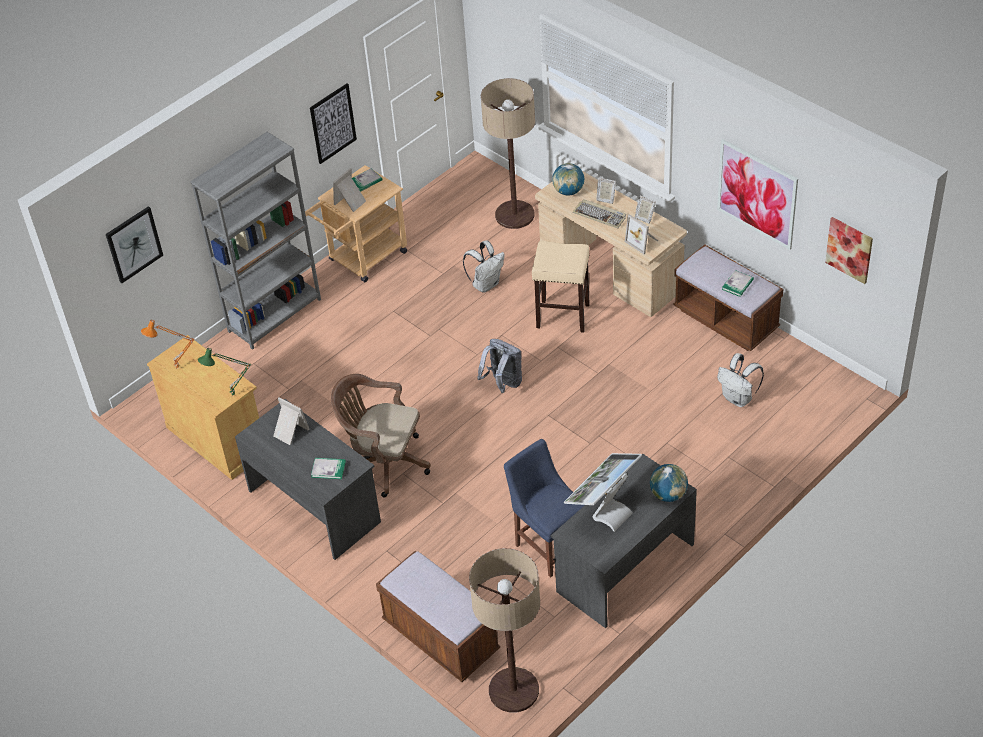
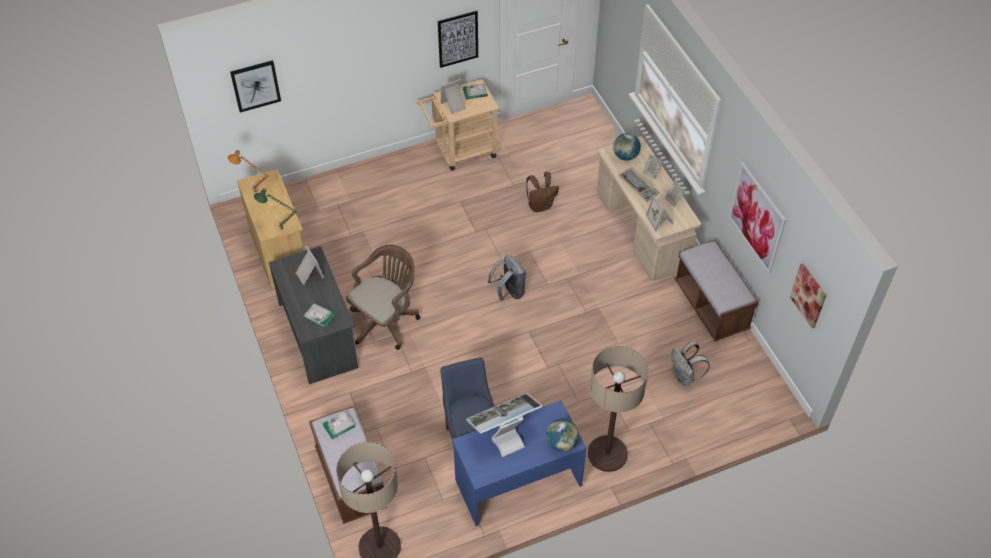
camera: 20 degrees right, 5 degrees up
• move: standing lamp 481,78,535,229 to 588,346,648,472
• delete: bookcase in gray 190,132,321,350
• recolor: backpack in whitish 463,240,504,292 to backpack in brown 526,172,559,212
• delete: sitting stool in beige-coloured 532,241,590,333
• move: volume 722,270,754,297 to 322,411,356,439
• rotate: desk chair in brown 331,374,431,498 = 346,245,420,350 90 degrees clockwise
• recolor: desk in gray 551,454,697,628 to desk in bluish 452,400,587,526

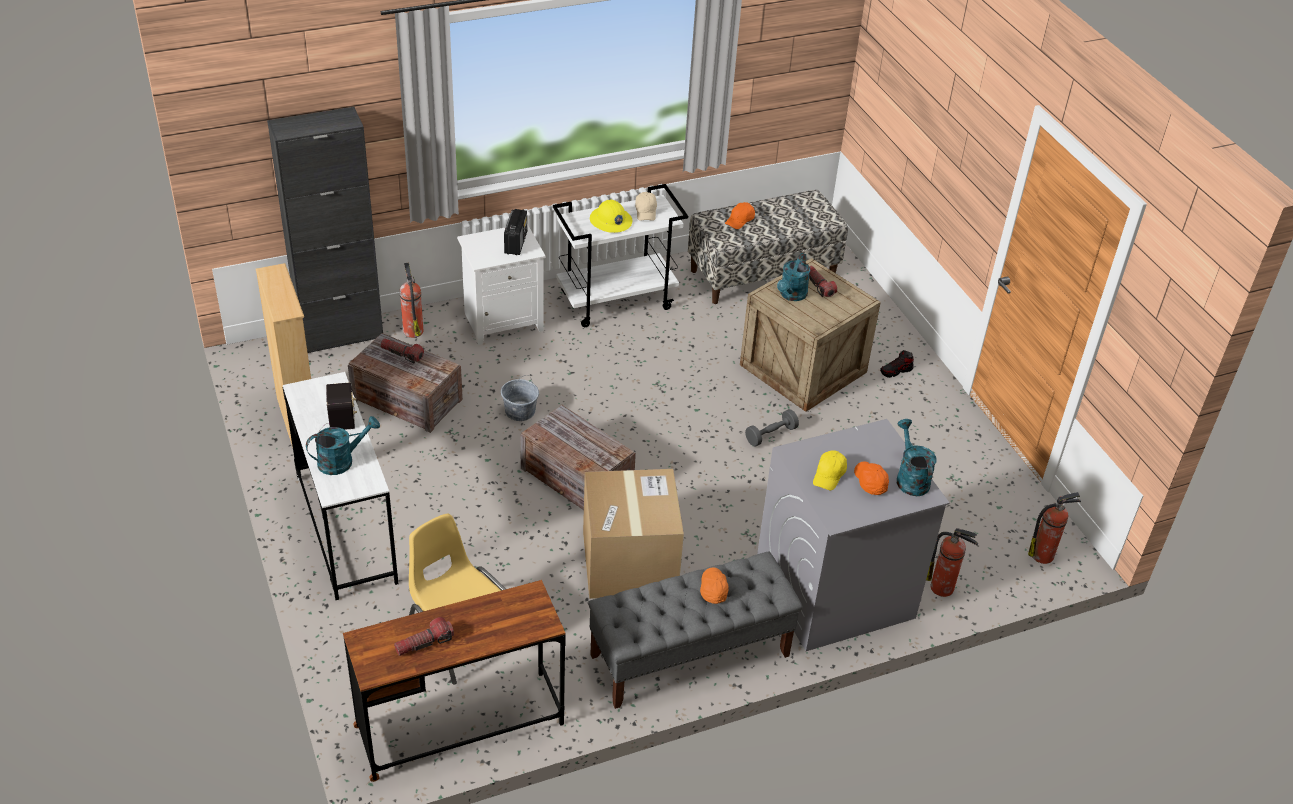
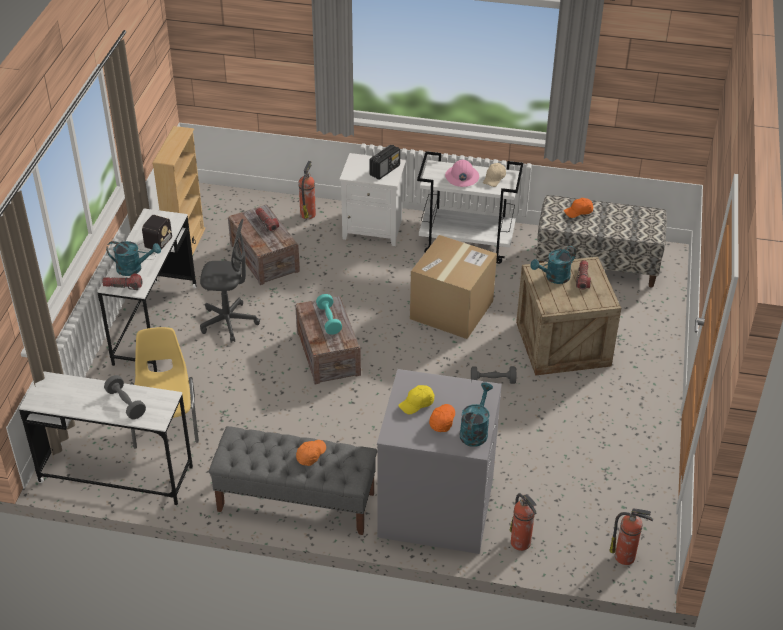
camera: 35 degrees right, 0 degrees up
• delete: cupboard in black-coloured 267,107,383,353
• recolor: hard hat in yellowish 590,200,633,233 to hard hat in pink-coloured 445,160,479,187
• delete: low shoe 880,350,914,378
• delete: bucket in gray 501,375,539,421
• move: carton 583,469,684,599 to 410,235,497,339
• recolor: desk in brown 343,580,566,782 to desk in whitish 19,371,193,505
• move: flashlight 394,617,454,656 to 102,273,142,290
• insert: desk chair in gray 200,219,260,343
• insert: free weight in turquoise-coloured 316,294,342,335
• insert: free weight in gray 104,375,146,419

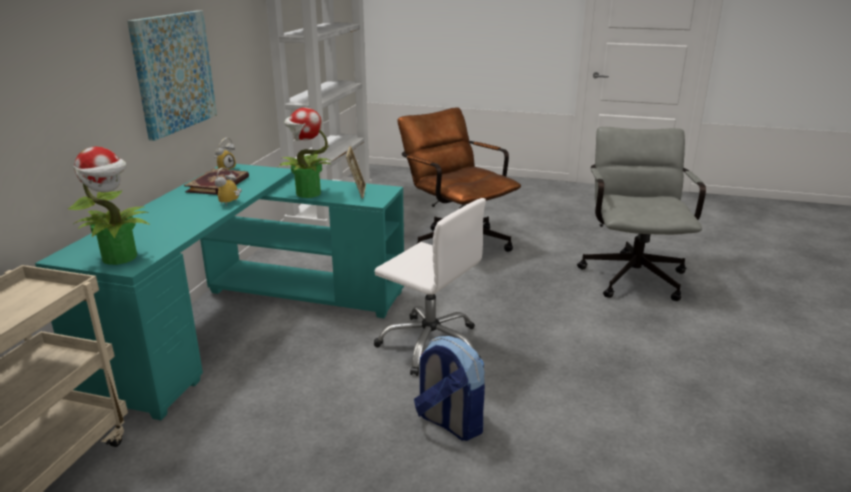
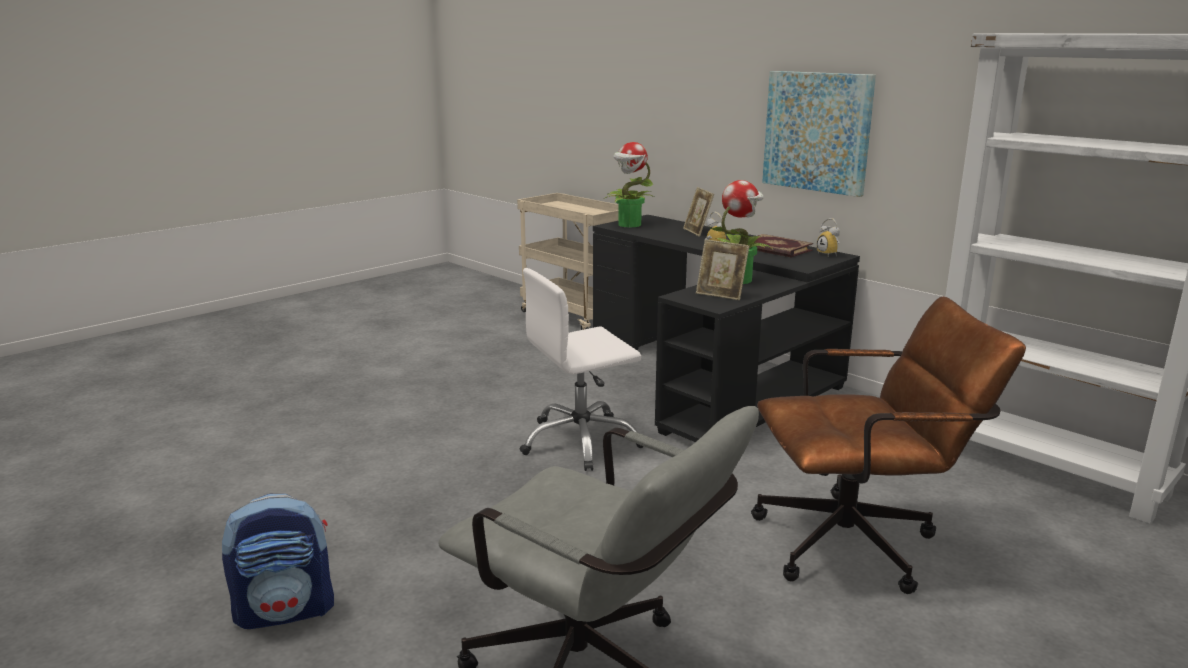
camera: 120 degrees right, 5 degrees down
• recolor: desk in turquoise-coloured 35,164,404,420 to desk in black-coloured 593,215,860,442
• move: backpack 414,336,485,441 to 222,494,334,629
• insert: picture frame 683,187,714,237

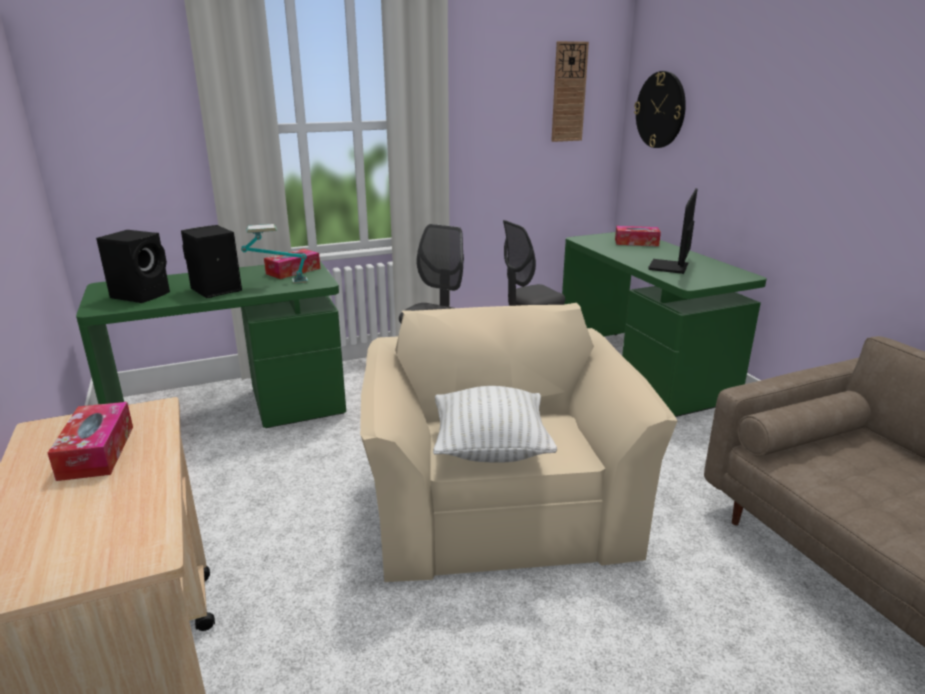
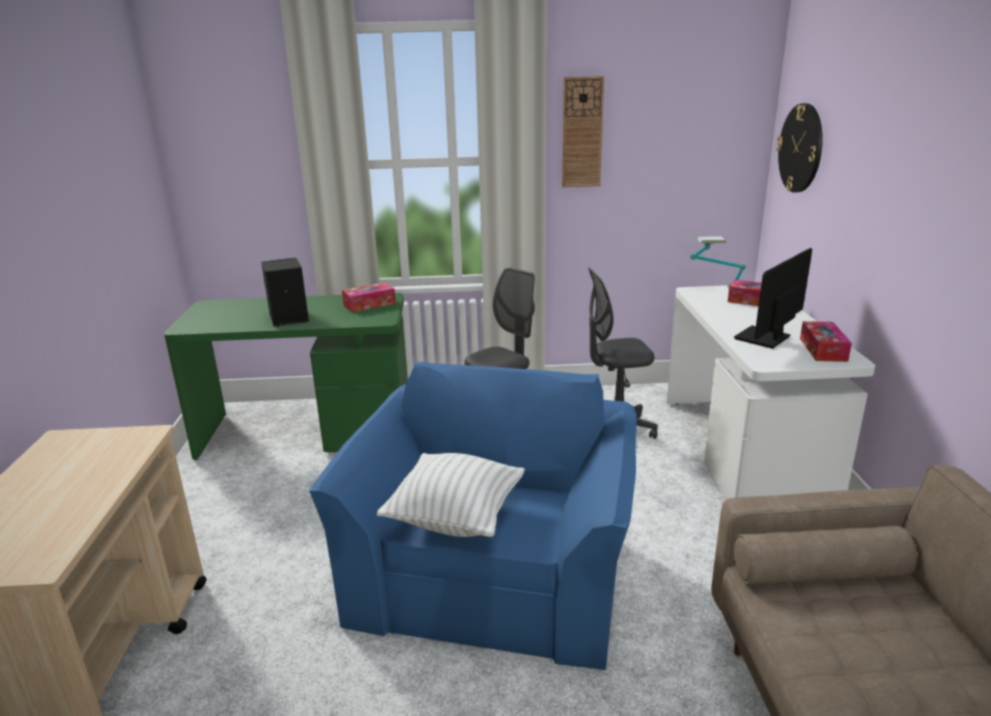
camera: 20 degrees right, 0 degrees up
• move: clock on the wall 551,41,589,142 to 562,76,604,187
• move: tabletop lamp 241,224,308,284 to 690,236,746,288
• delete: audio speaker in black-coloured 96,230,170,303
• recolor: desk in green 562,232,767,417 to desk in whitish 667,285,875,500
• recolor: lounge chair in beige-coloured 360,303,677,582 to lounge chair in bluish 309,362,637,670
• move: tissue holder 48,402,133,481 to 800,321,852,362

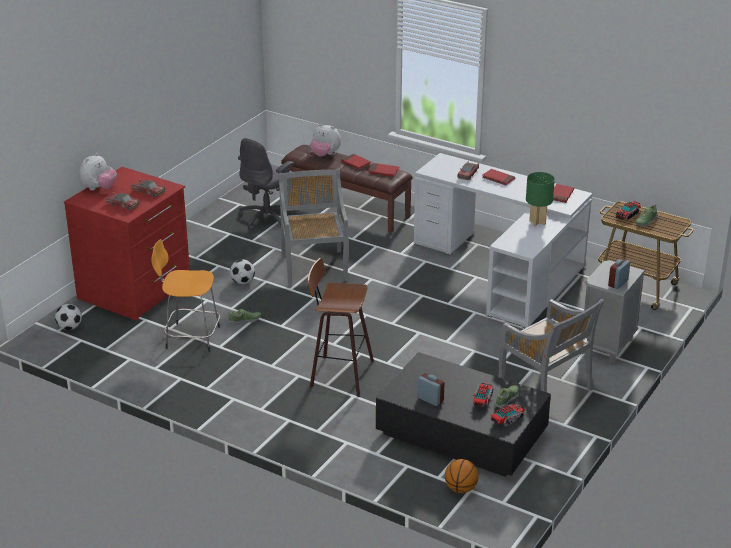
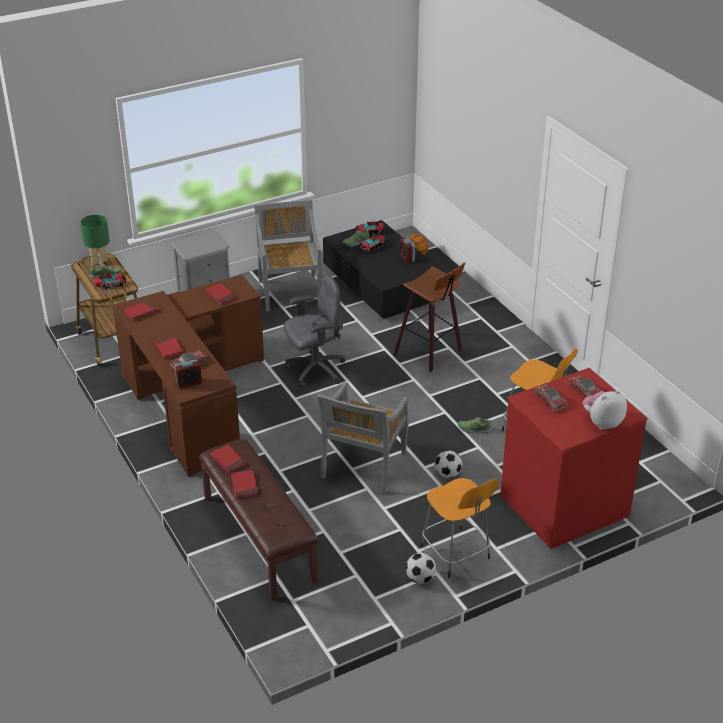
camera: 150 degrees left, 5 degrees up
• delete: cuddly toy 310,124,341,157
• move: desk chair in gray 238,138,295,231 to 284,276,345,388
• recolor: desk in whitish 414,153,592,328 to desk in brown 112,275,264,477
• move: tabletop lamp in green 526,172,555,227 to 81,215,110,265
• move: table clock 608,258,630,289 to 175,359,202,388
• move: football ball 55,304,82,330 to 406,553,436,584
• insert: volume in red 205,284,237,305
• insert: sitting stool in orangey 420,478,499,578

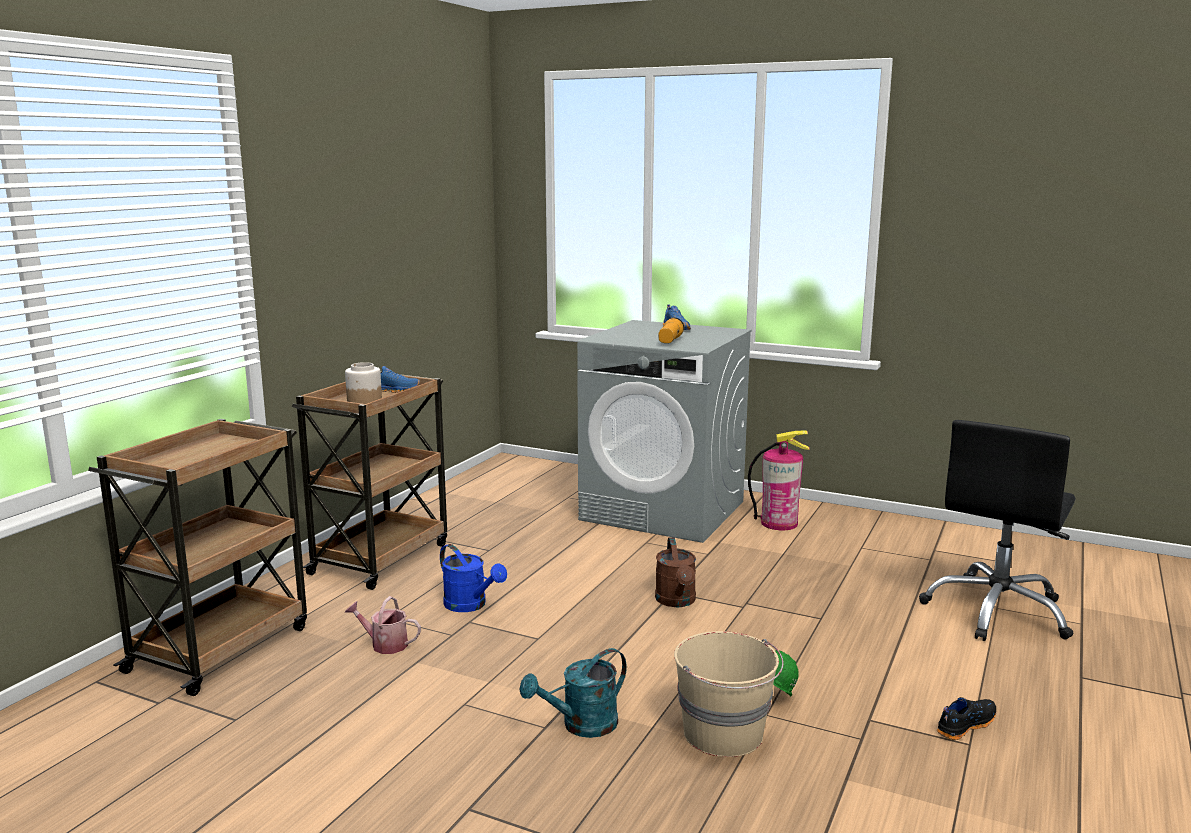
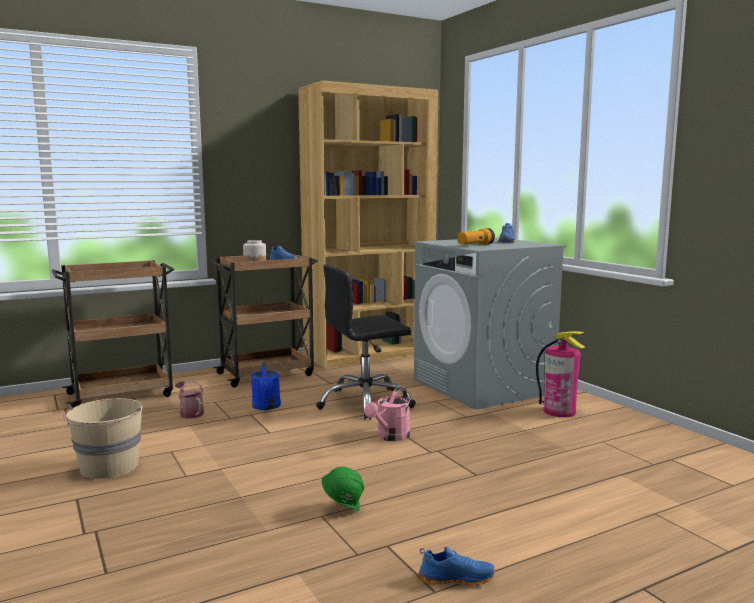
camera: 35 degrees right, 5 degrees down
• move: desk chair in black-coloured 919,420,1076,641 to 316,265,416,420
• recolor: watering can in brown 655,537,696,607 to watering can in pink-coloured 364,387,411,441
• move: bucket in beige-coloured 674,631,784,757 to 63,398,143,479
• delete: watering can in turquoise-coloured 519,648,627,738
• recolor: low shoe in black-coloured 937,697,996,740 to low shoe in bluish 418,547,495,587
• insert: bookcase in brown 298,80,438,368

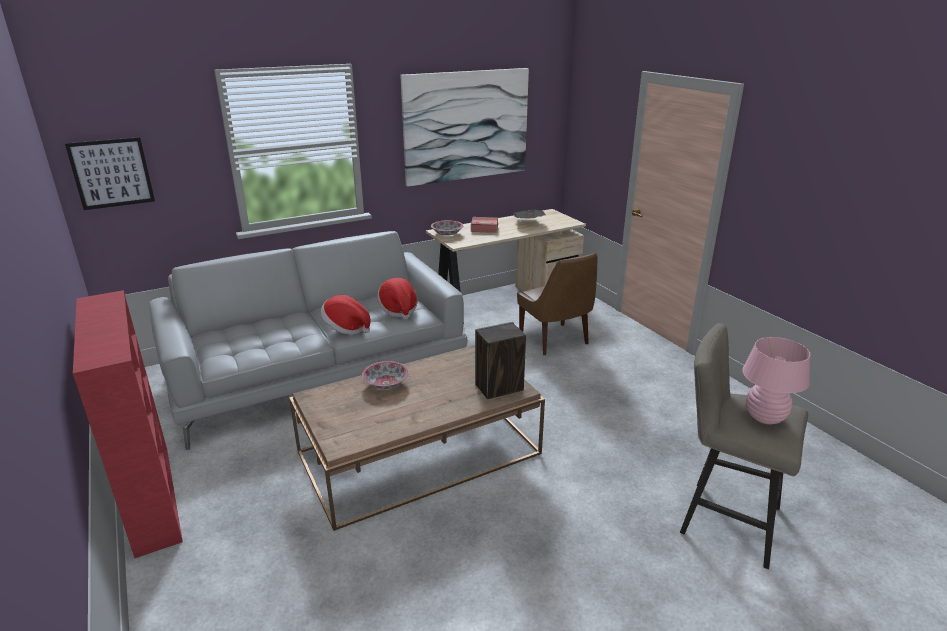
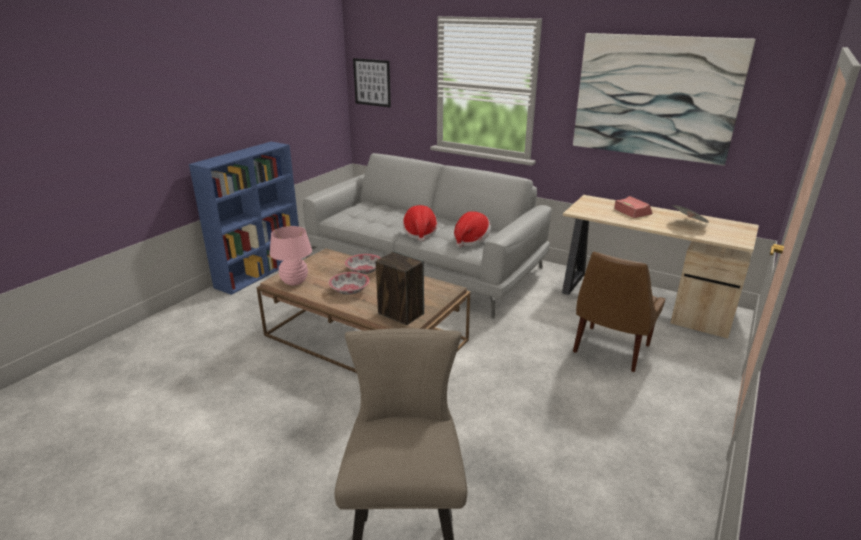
camera: 60 degrees right, 0 degrees up
• move: deep dish 431,220,463,235 to 329,272,370,295
• recolor: bookcase in red 73,290,183,558 to bookcase in bluish 189,142,299,295
• move: tabletop lamp in pink-coloured 742,337,810,424 to 269,226,312,286

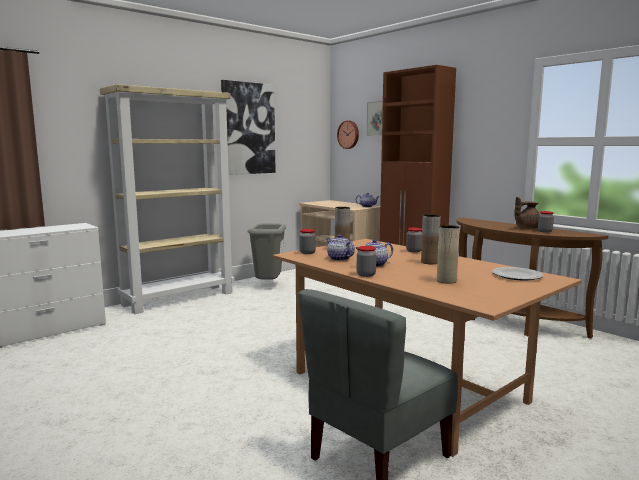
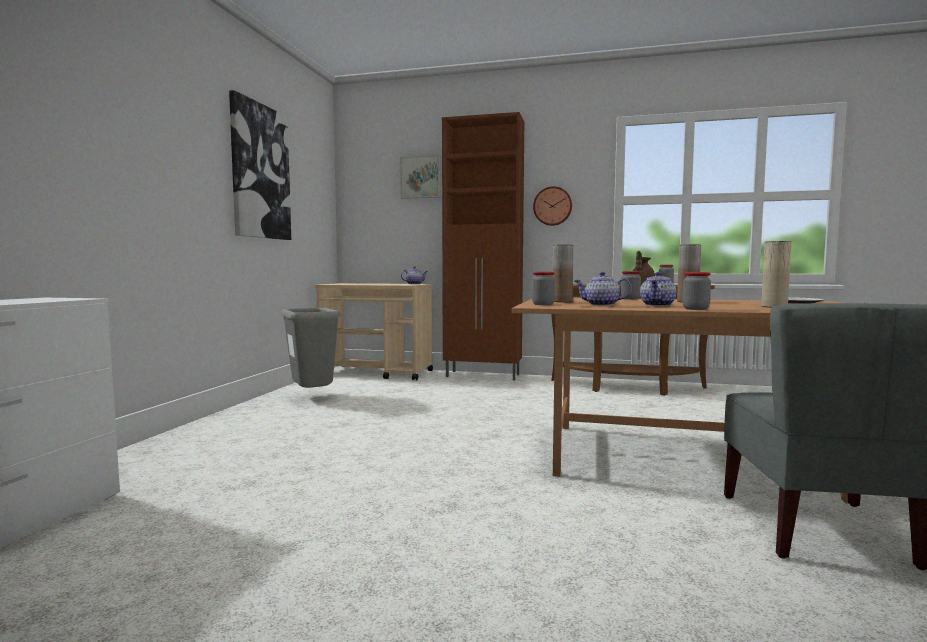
camera: 35 degrees left, 5 degrees down
• delete: bookcase in beige-coloured 100,84,235,314
• move: clock on the wall 337,120,359,149 to 533,186,572,226

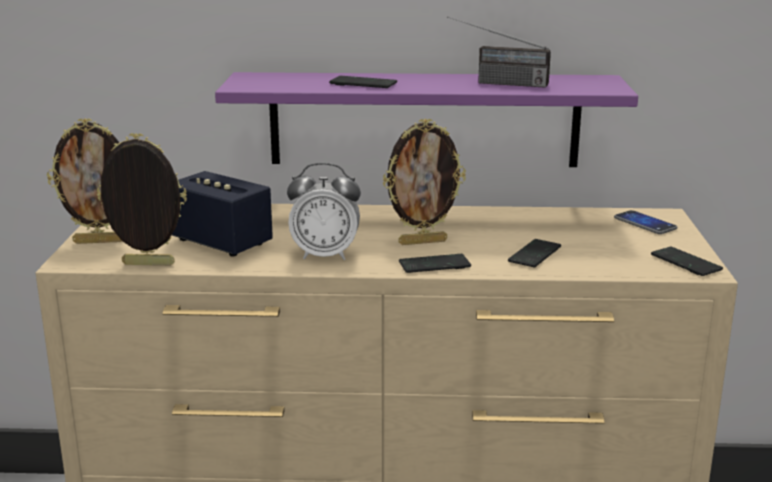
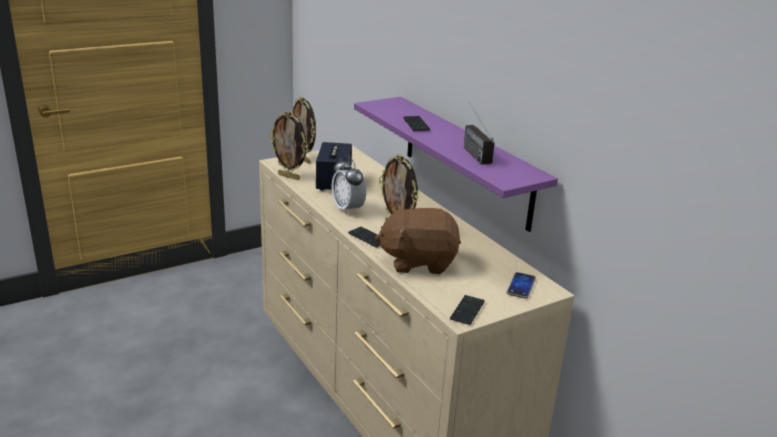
camera: 55 degrees right, 5 degrees up
• rotate: picture frame 97,133,187,265 = 269,111,308,180 150 degrees clockwise
• replace: telephone 508,239,561,267 to cuddly toy in brown 375,205,461,274

